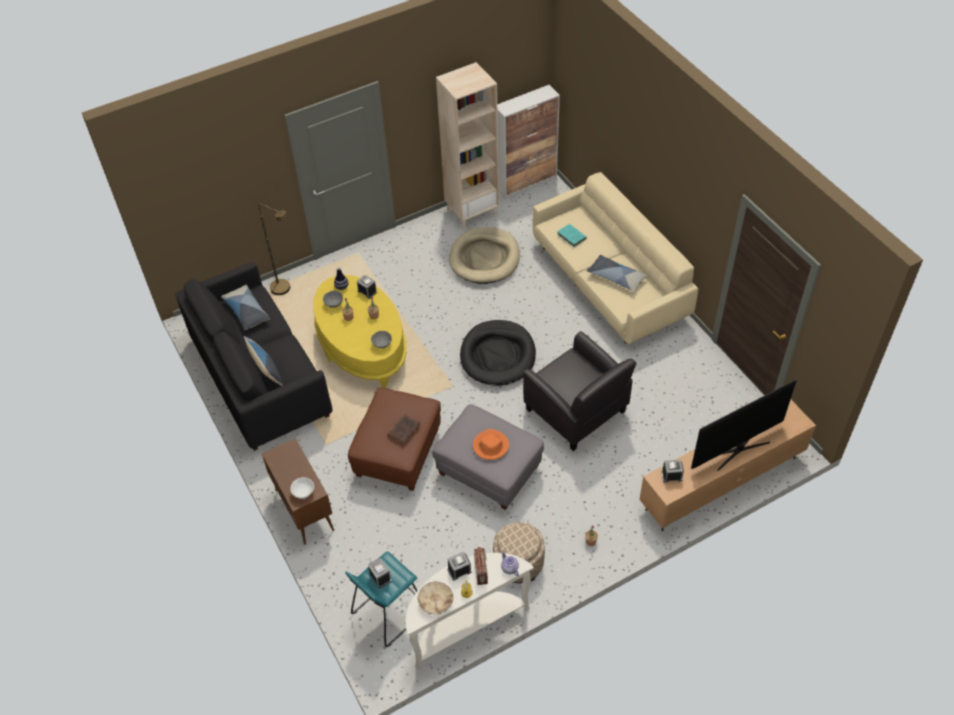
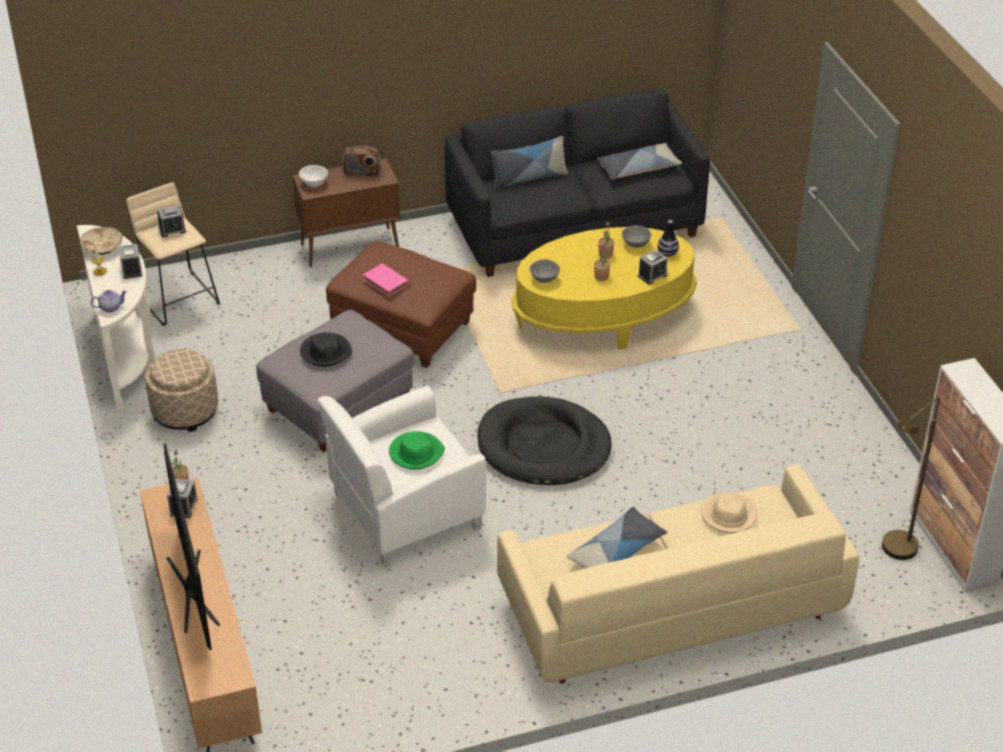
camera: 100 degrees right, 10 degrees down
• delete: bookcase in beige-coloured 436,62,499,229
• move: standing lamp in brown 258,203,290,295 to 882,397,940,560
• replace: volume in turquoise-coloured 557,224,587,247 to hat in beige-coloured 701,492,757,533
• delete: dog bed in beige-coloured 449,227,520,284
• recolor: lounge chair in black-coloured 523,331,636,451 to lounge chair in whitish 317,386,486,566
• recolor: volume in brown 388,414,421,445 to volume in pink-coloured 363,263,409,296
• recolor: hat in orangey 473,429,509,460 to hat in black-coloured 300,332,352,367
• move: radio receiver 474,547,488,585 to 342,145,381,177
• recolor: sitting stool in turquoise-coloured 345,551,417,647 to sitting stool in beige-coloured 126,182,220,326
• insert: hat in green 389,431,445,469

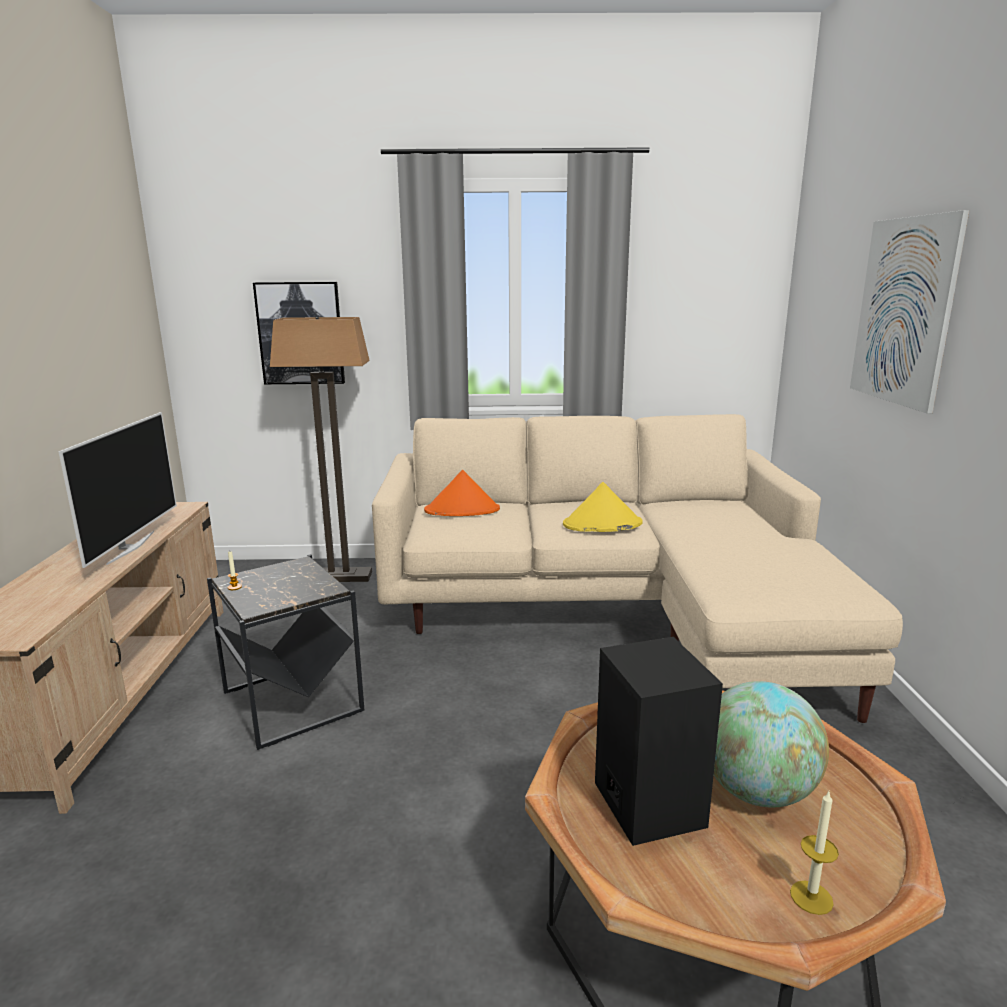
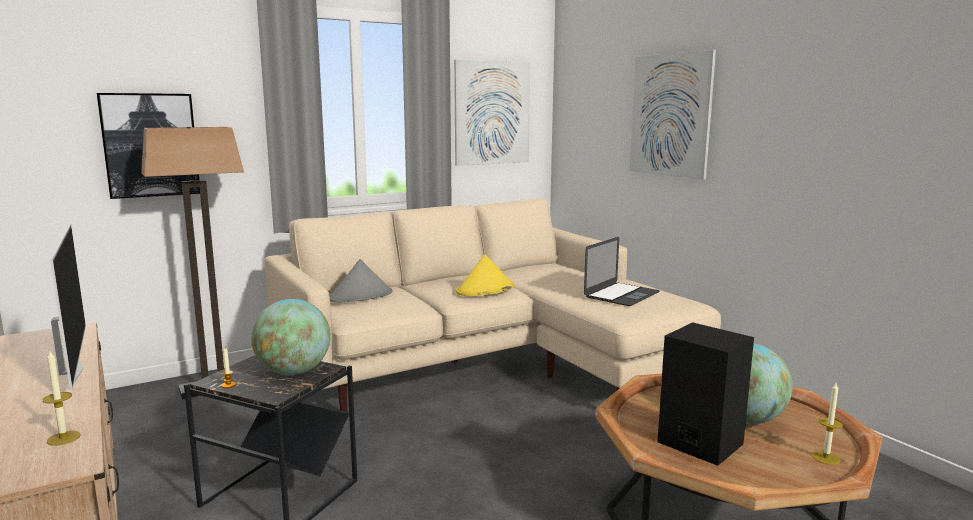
camera: 30 degrees left, 5 degrees down
• recolor: hat in orangey 424,470,500,516 to hat in gray 329,259,392,302
• insert: wall picture 454,60,530,166
• insert: laptop 584,237,660,306
• insert: desk globe 251,299,331,375
• insert: candle 42,351,81,446

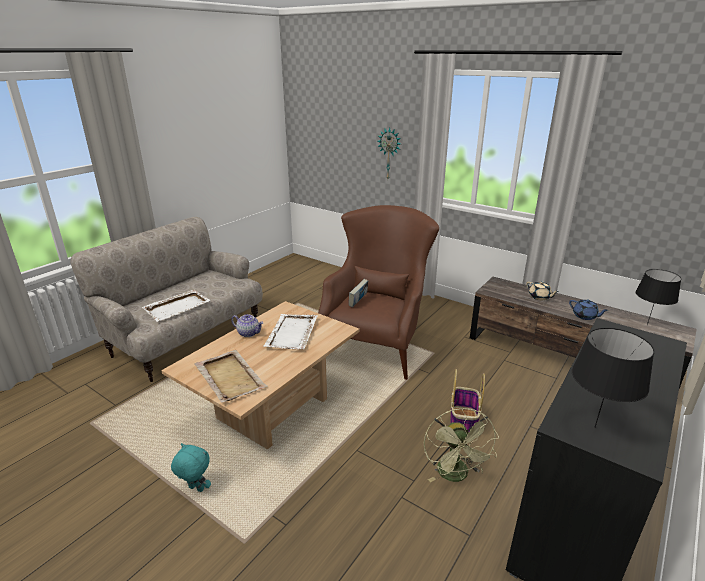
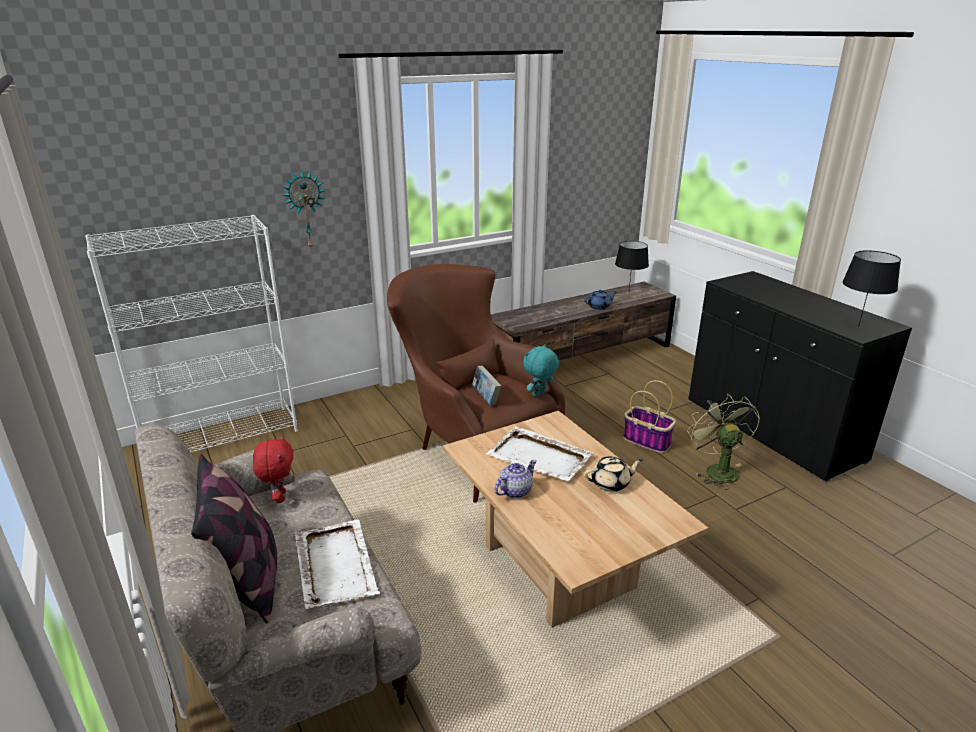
camera: 65 degrees left, 0 degrees up
• move: pot for tea in beige-coloured 526,281,559,300 to 584,456,643,492
• delete: serving tray in beige-coloured 194,350,268,403
• rotate: fan in green 424,408,499,482 = 687,394,760,490 120 degrees counterclockwise
• move: cuddly toy in turquoise-coloured 171,443,211,492 to 523,344,559,397
• insert: bookcase in whitish 85,215,298,452
• insert: cuddly toy in red 253,435,293,503
• insert: cushion 191,454,277,623

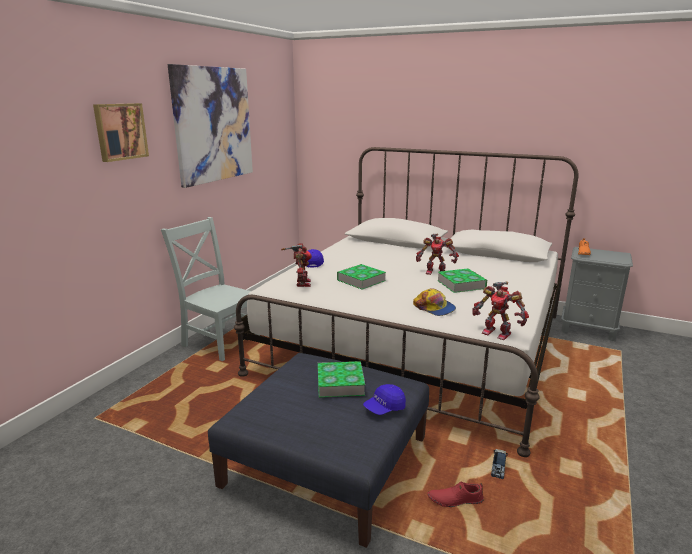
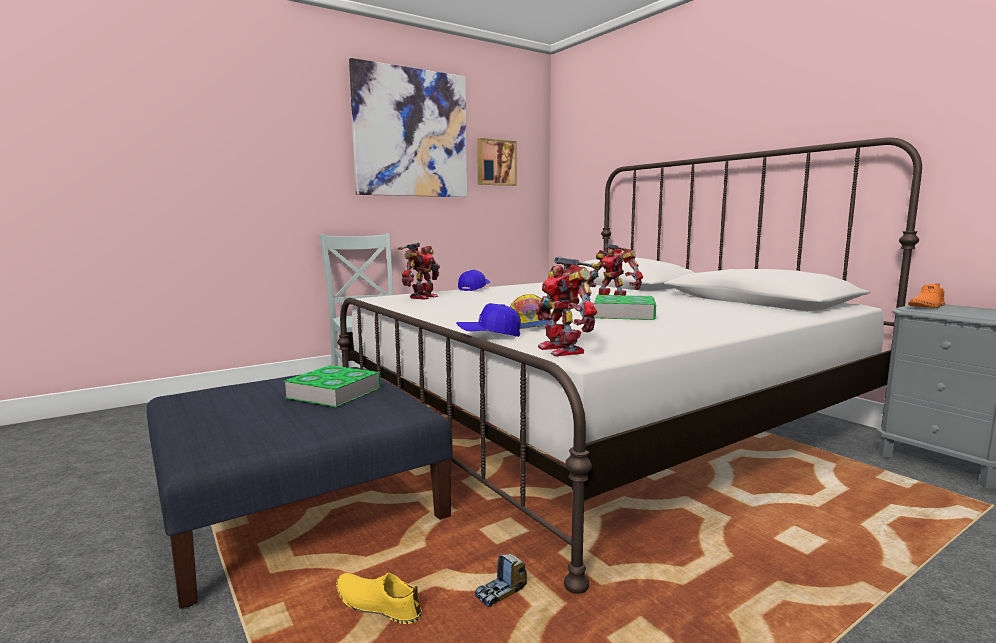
camera: 30 degrees right, 10 degrees down
• move: wall picture 93,103,149,162 to 477,138,517,186
• delete: volume 337,264,386,290
• move: peaked cap in bluish 363,384,406,415 to 456,303,521,337
• recolor: low shoe in red 428,482,484,507 to low shoe in yellowish 336,573,422,624

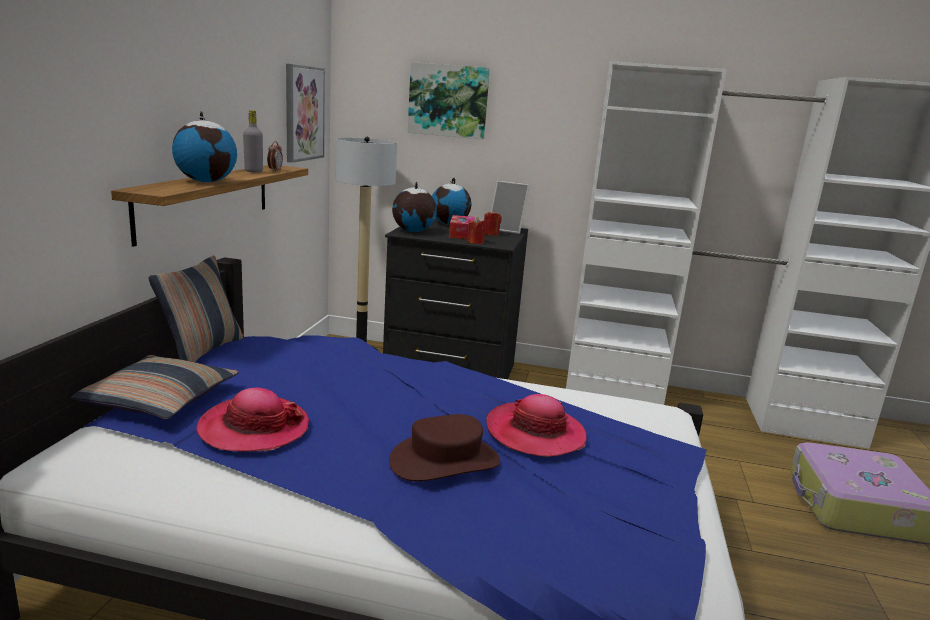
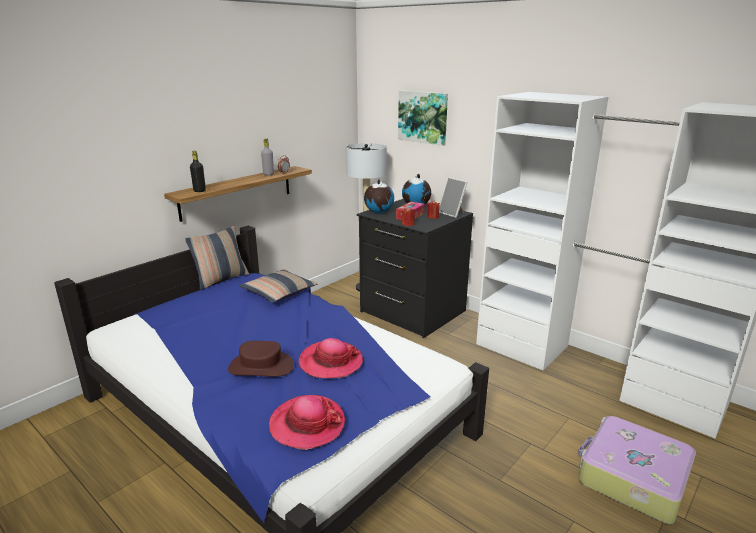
camera: 30 degrees right, 5 degrees up
• delete: wall picture 286,64,325,163
• delete: desk globe 172,111,237,182
• move: cushion 70,355,238,420 to 239,269,317,303
• move: hat 196,388,309,452 to 269,395,345,450
• insert: beverage bottle in black-coloured 190,151,206,192

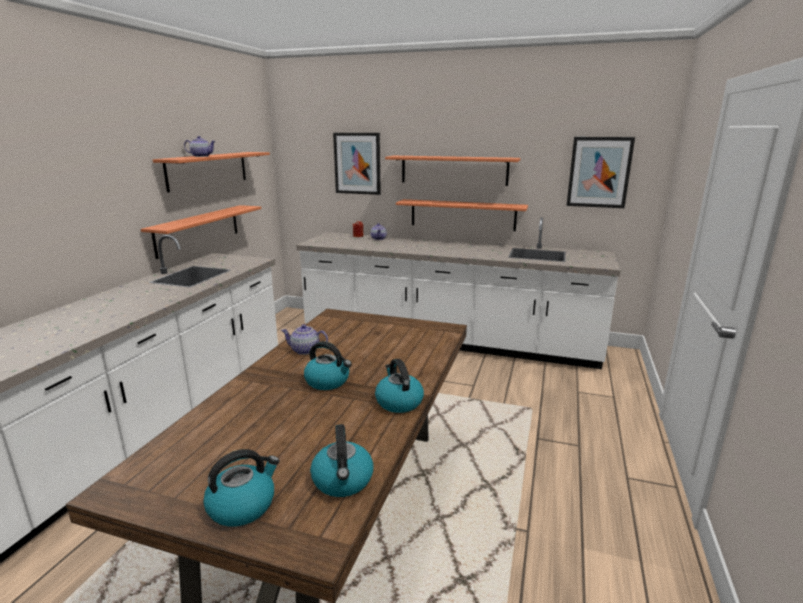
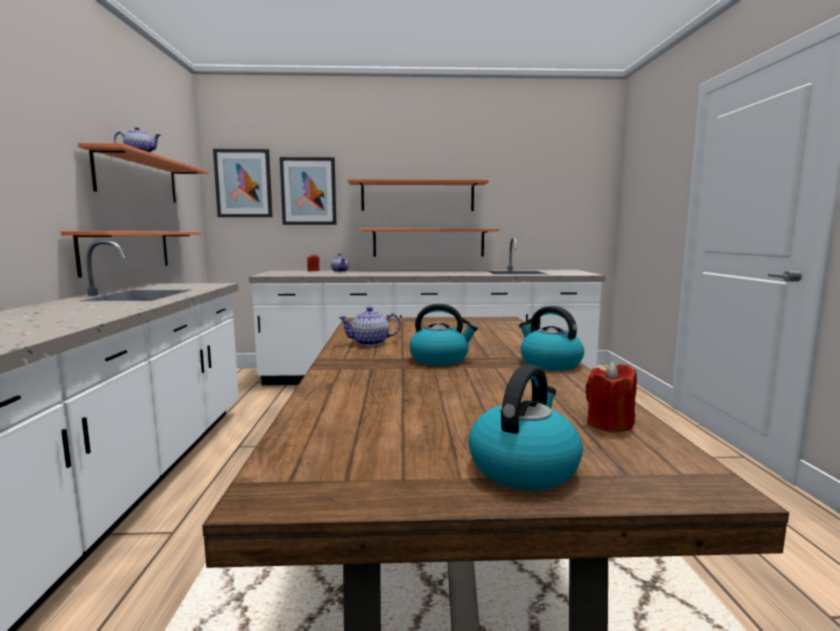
camera: 20 degrees left, 10 degrees down
• move: wall picture 566,137,635,208 to 213,149,272,217
• replace: water kettle 310,424,374,497 to candle in red 585,362,637,432

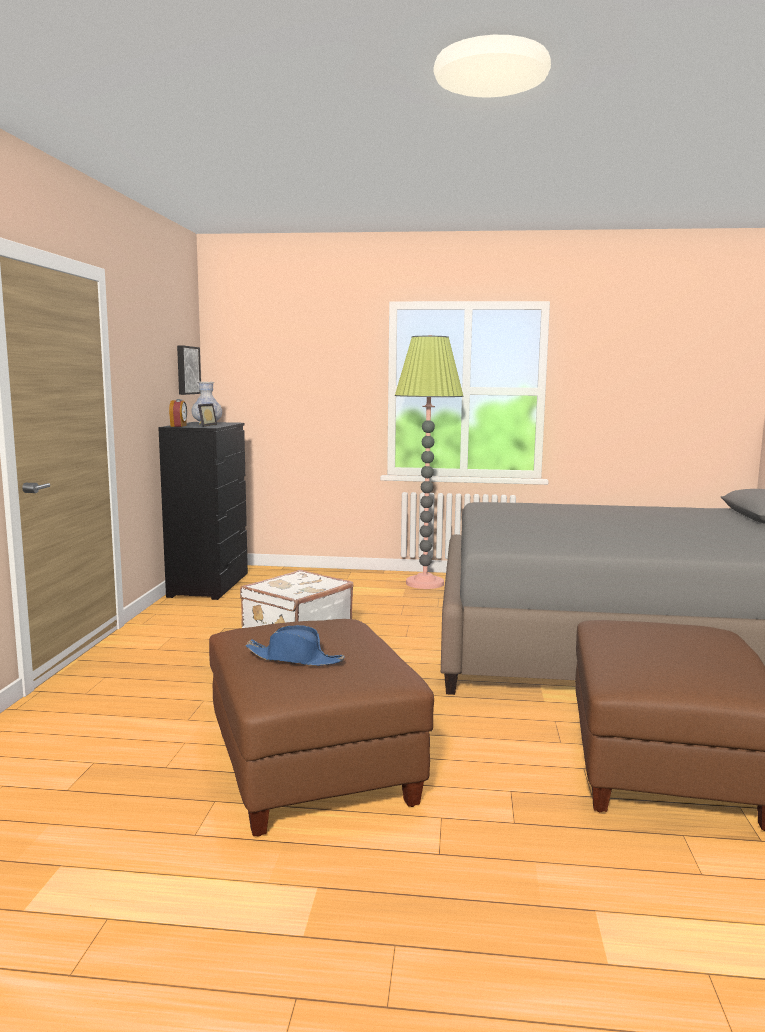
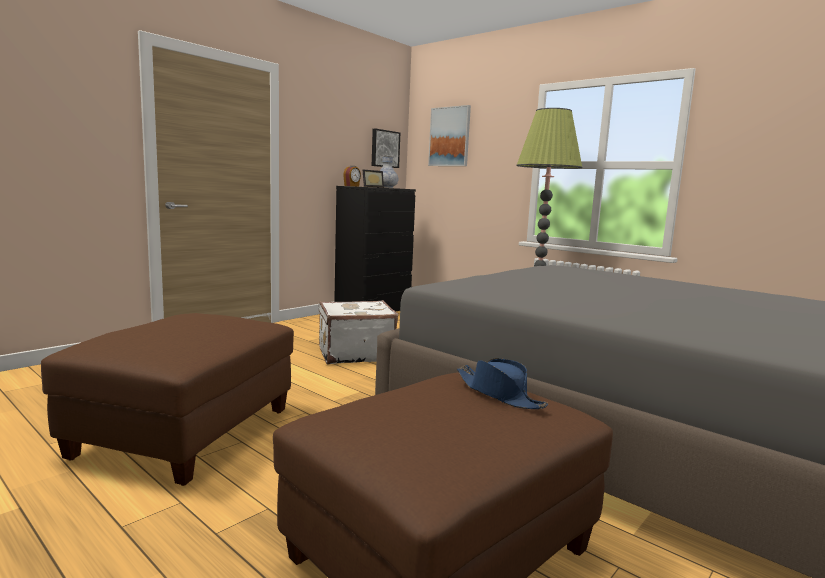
camera: 35 degrees right, 0 degrees up
• move: hat in bluish 246,625,345,666 to 457,358,548,409
• insert: wall picture 428,105,471,166

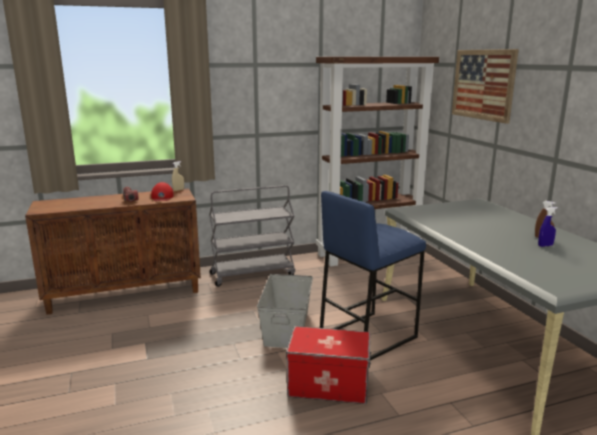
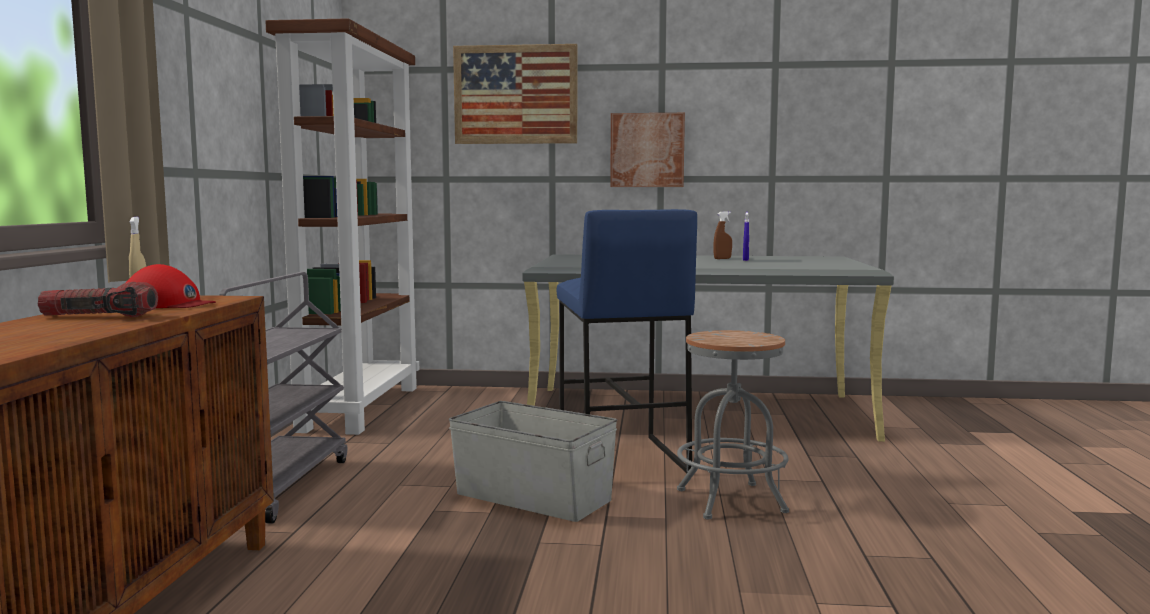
camera: 65 degrees left, 10 degrees down
• replace: storage box 286,326,371,404 to sitting stool in gray 677,330,789,520
• insert: wall picture 610,113,685,187

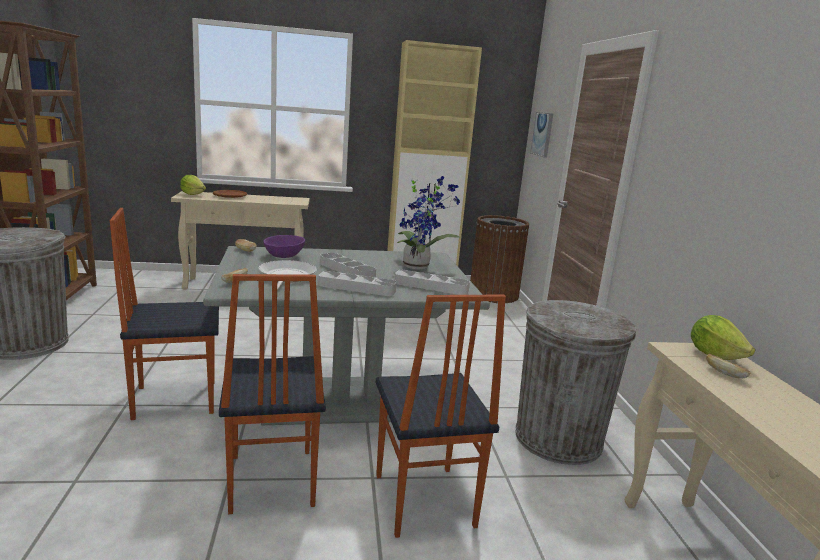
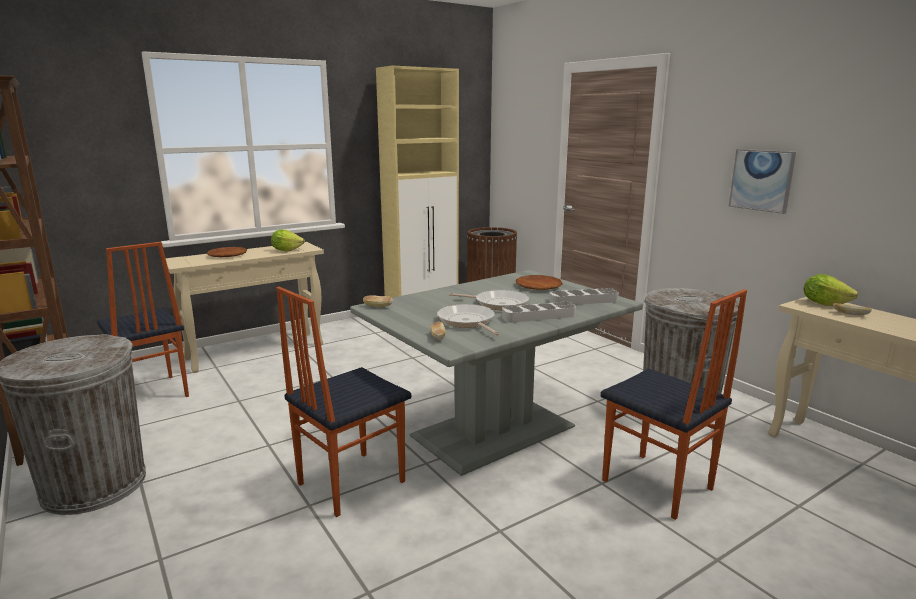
camera: 25 degrees left, 0 degrees up
• move: wall picture 530,112,553,158 to 729,149,796,214
• move: lettuce head 180,175,206,195 to 271,229,305,252
• replace: potted plant 397,176,460,270 to plate in brown 515,275,563,290
• delete: deep dish in purple-coloured 264,235,305,258
• replace: serving tray in gray 320,253,376,277 to frying pan 449,290,529,310
• move: chair 219,274,326,514 to 97,242,189,397

